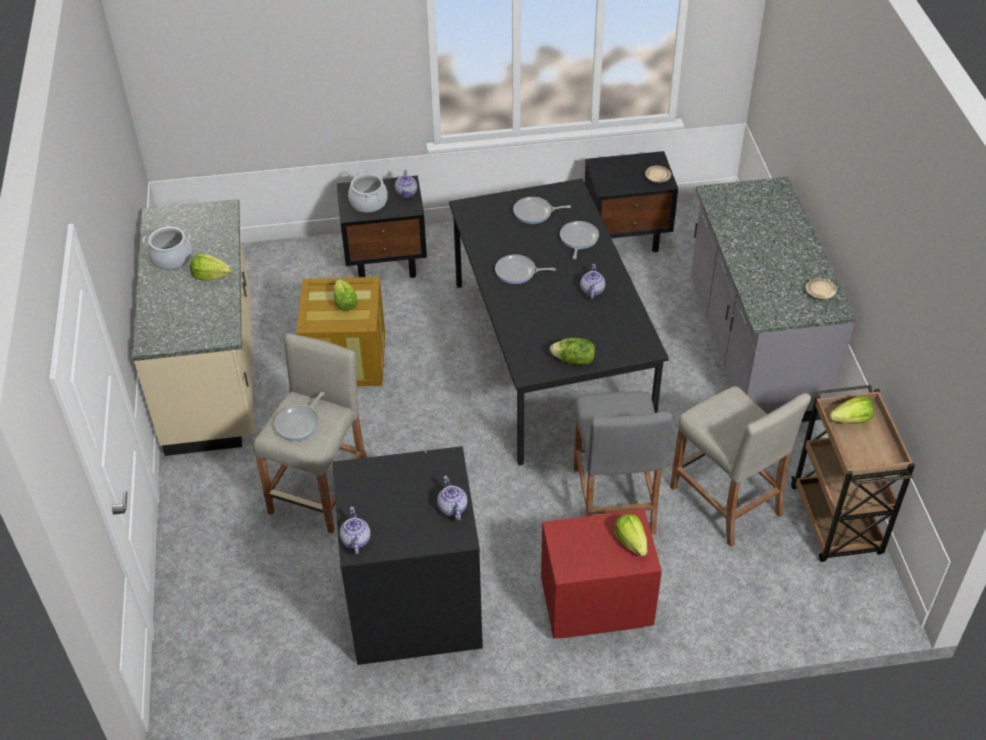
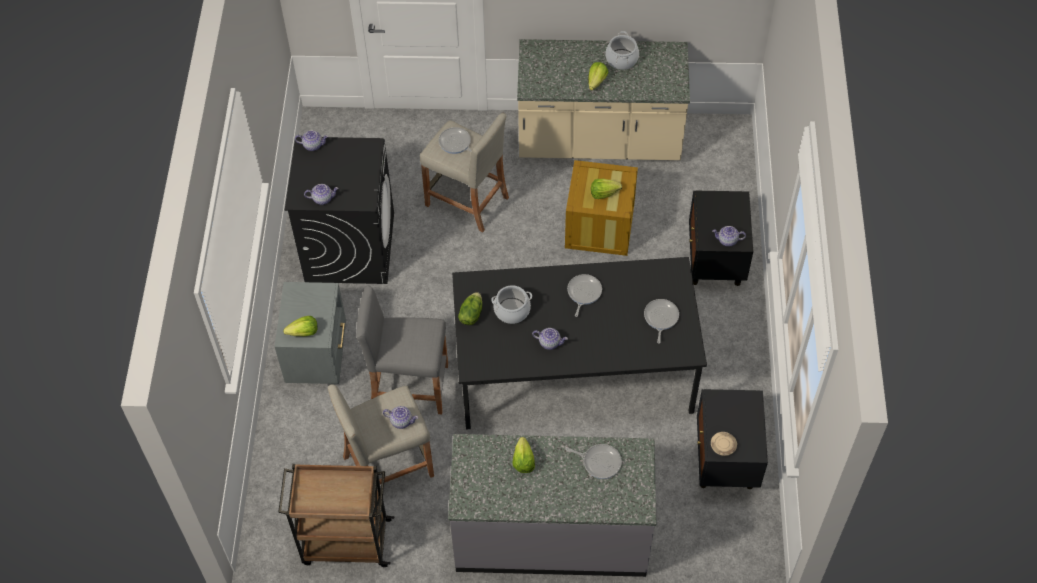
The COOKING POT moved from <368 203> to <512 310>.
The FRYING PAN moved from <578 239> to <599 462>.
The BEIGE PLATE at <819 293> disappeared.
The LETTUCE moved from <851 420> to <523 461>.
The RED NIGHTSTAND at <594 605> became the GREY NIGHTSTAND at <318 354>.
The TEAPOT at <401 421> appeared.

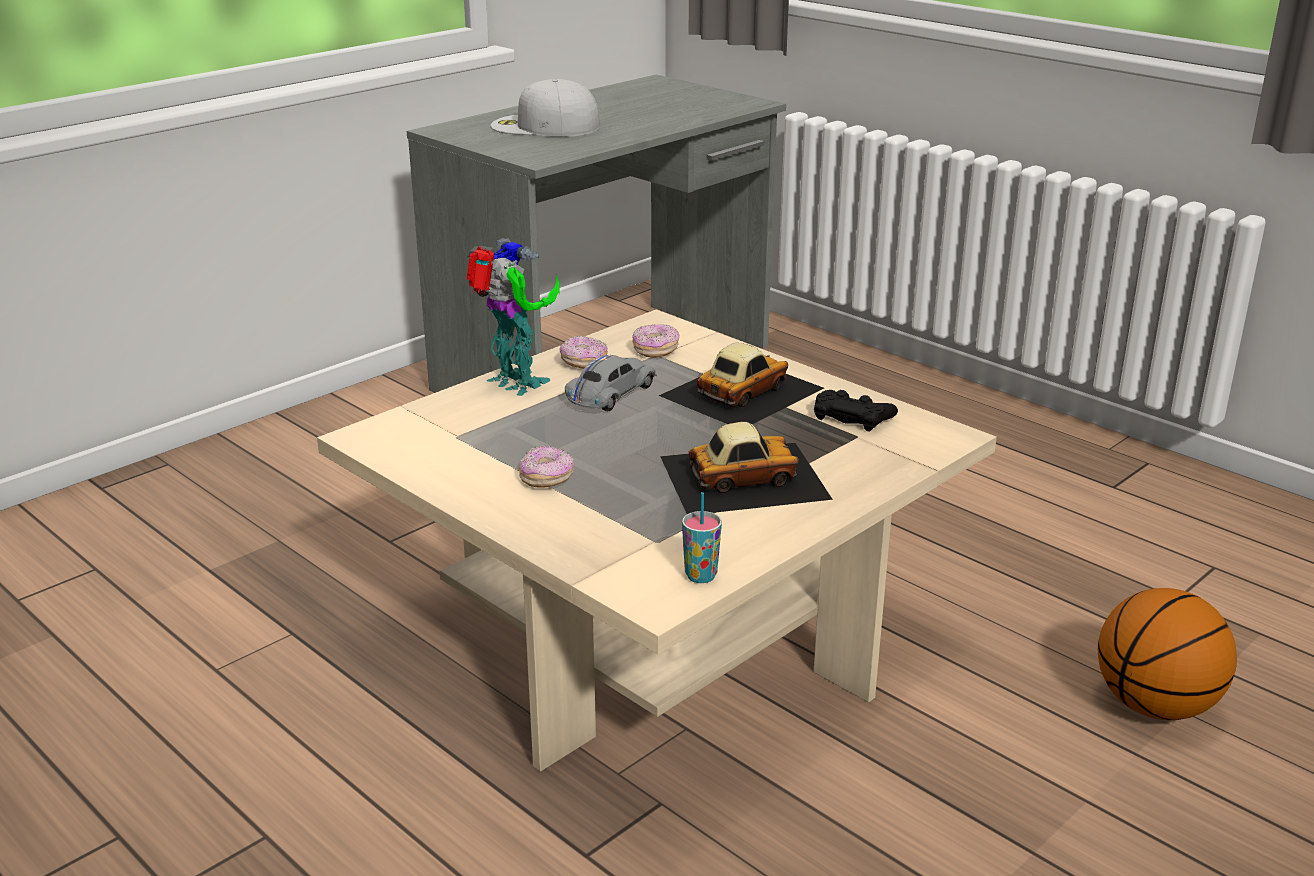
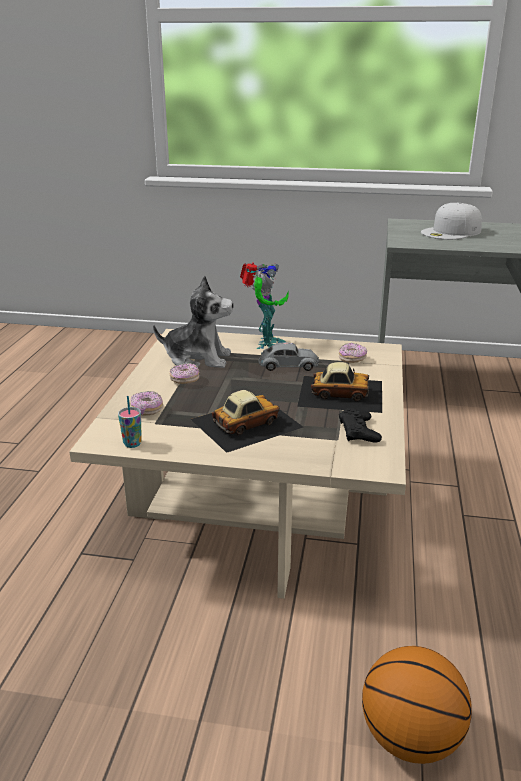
The WHITE CAP at <544 126> turned 105 degrees counterclockwise.
The DONUT moved from <584 363> to <147 410>.
The TOY CAR at <742 477> turned 75 degrees counterclockwise.
The PLUSH TOY at <198 359> appeared.

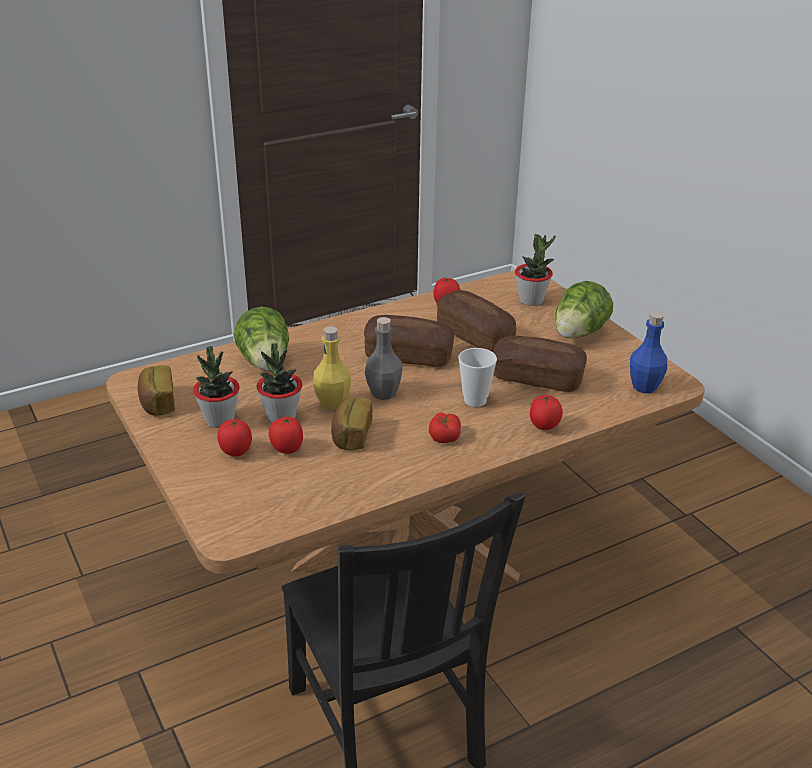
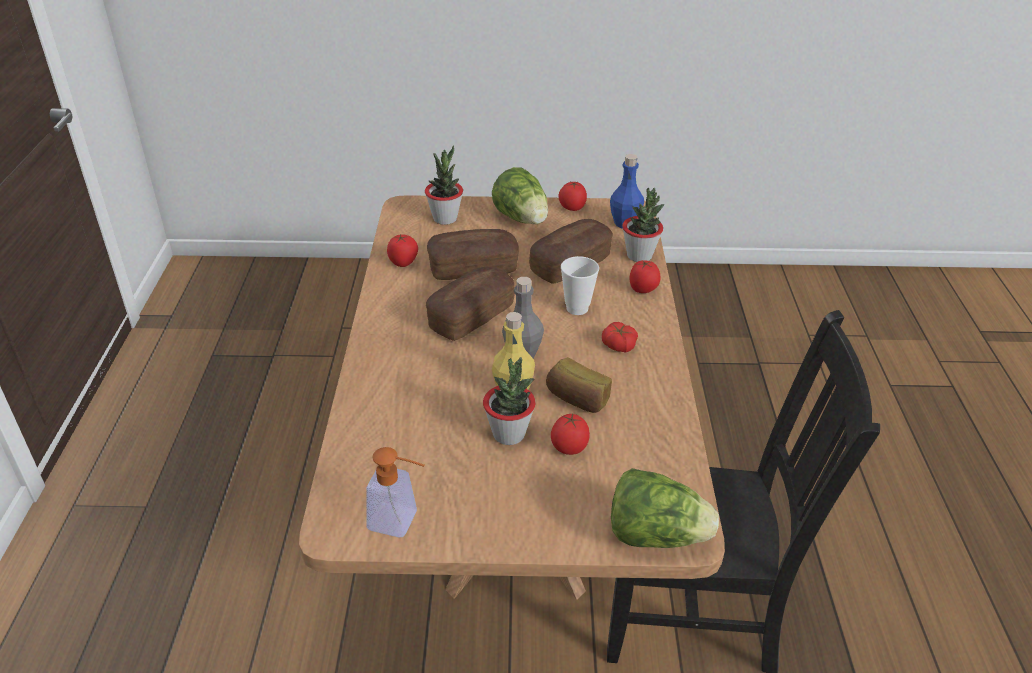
The LETTUCE moved from <265 363> to <655 535>.
The POTTED PLANT moved from <219 420> to <639 256>.
The BREAD at <157 402> was replaced by the SOAP DISPENSER at <401 522>.
The TOMATO moved from <235 451> to <571 208>.

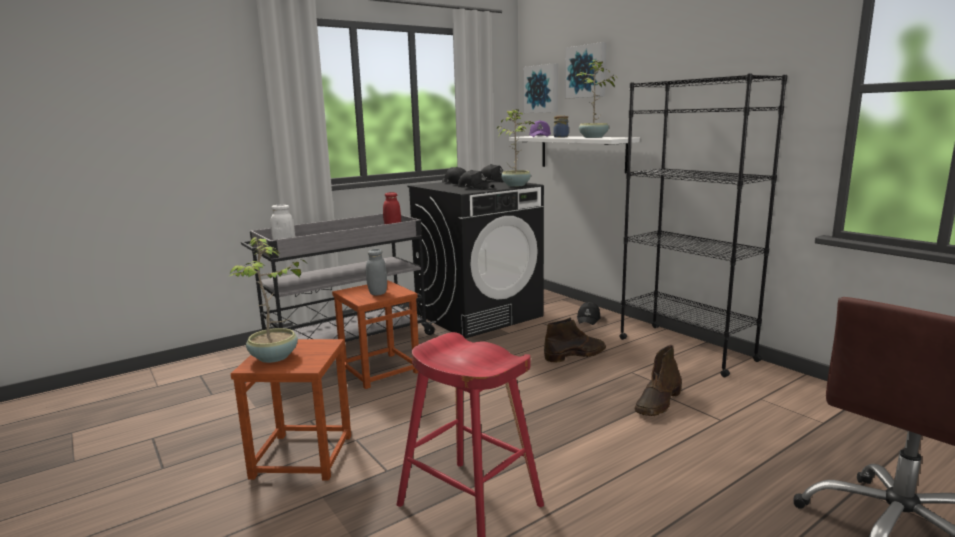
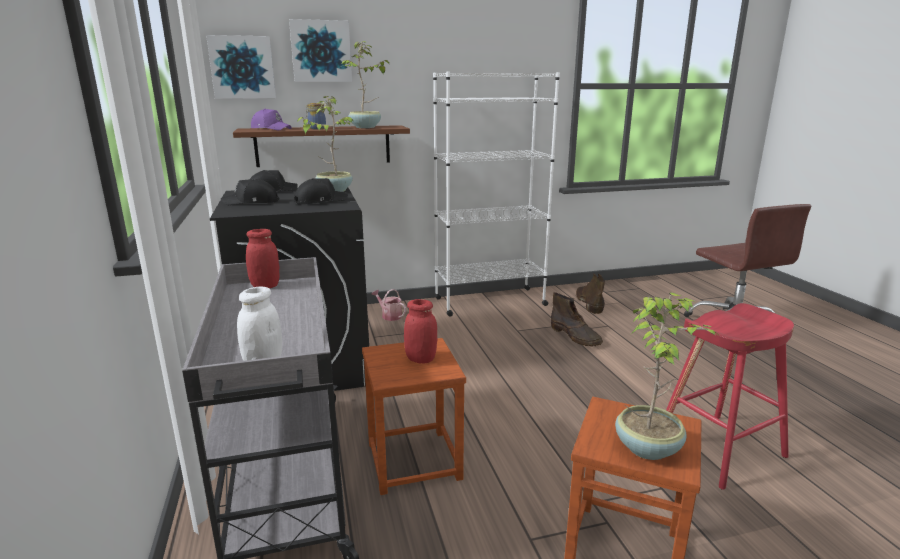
The BLACK BOOKCASE at <685 349> became the WHITE BOOKCASE at <489 302>.
The WHITE SHELF at <582 153> became the BROWN SHELF at <323 145>.
The GREY JAR at <377 293> became the RED JAR at <421 359>.
The BLACK CAP at <589 319> was replaced by the WATERING CAN at <389 316>.
The BROWN BOOT moved from <575 355> to <588 303>.

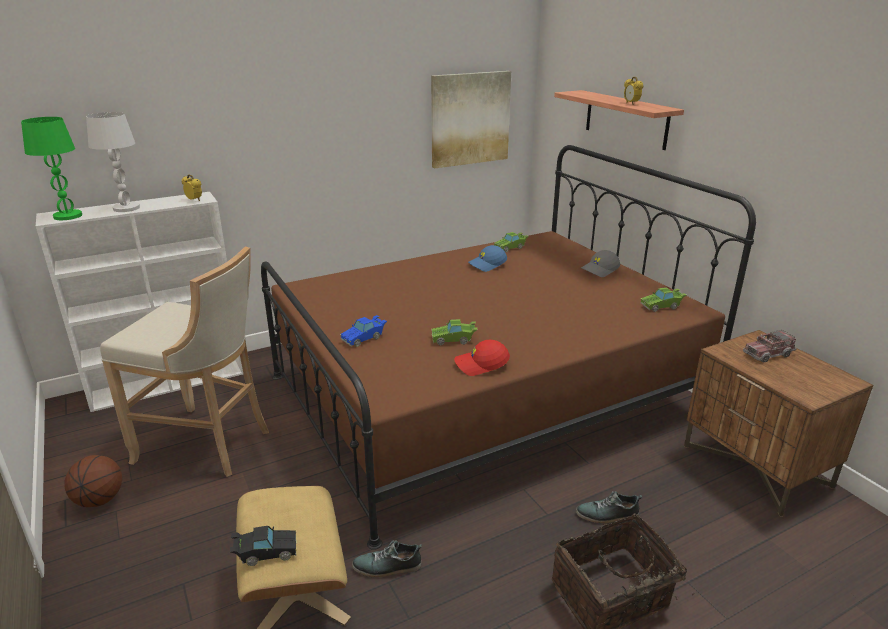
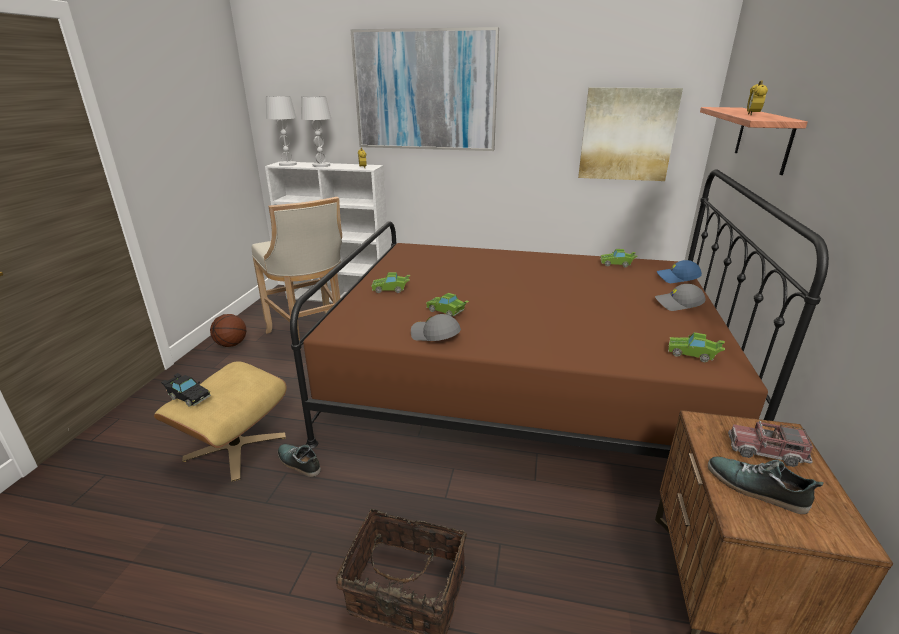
The GREEN TABLE LAMP at <68 216> became the WHITE TABLE LAMP at <288 164>.
The BLUE CAP moved from <487 265> to <677 278>.
The BLUE TOY CAR at <364 338> became the GREEN TOY CAR at <391 289>.
The RED CAP at <481 365> became the GREY CAP at <434 335>.
The SHOE moved from <607 515> to <755 488>.
The PICTURE at <425 91> appeared.

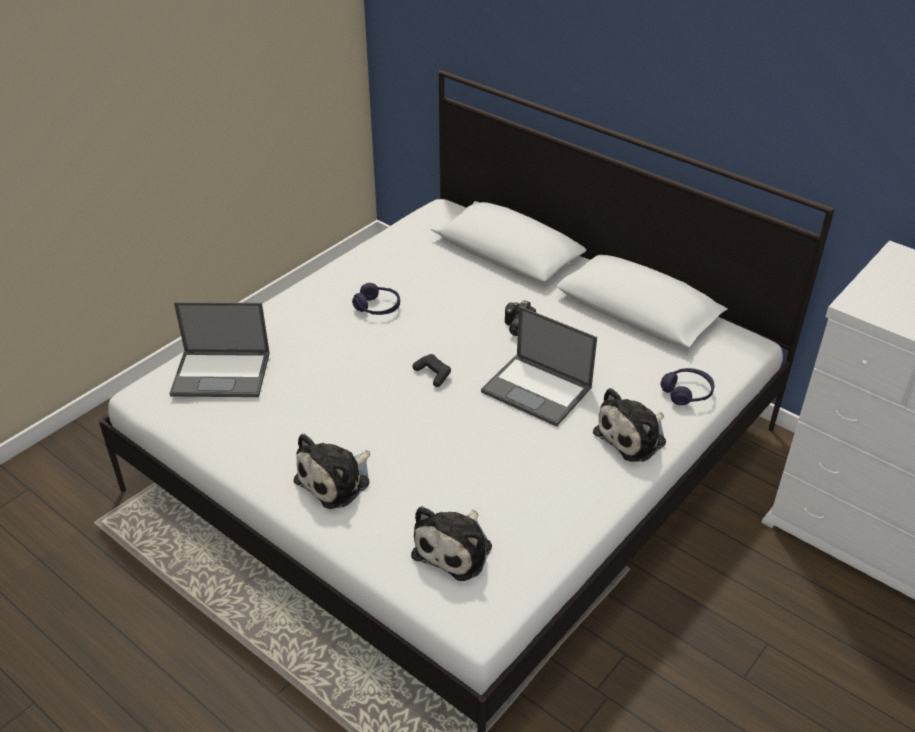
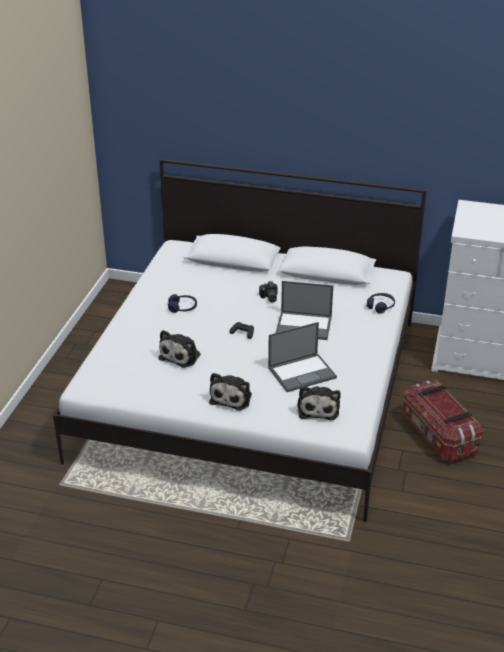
The LAPTOP moved from <222 373> to <302 372>.
The PLUSH TOY moved from <633 436> to <181 355>.
The STORAGE BOX at <437 435> appeared.

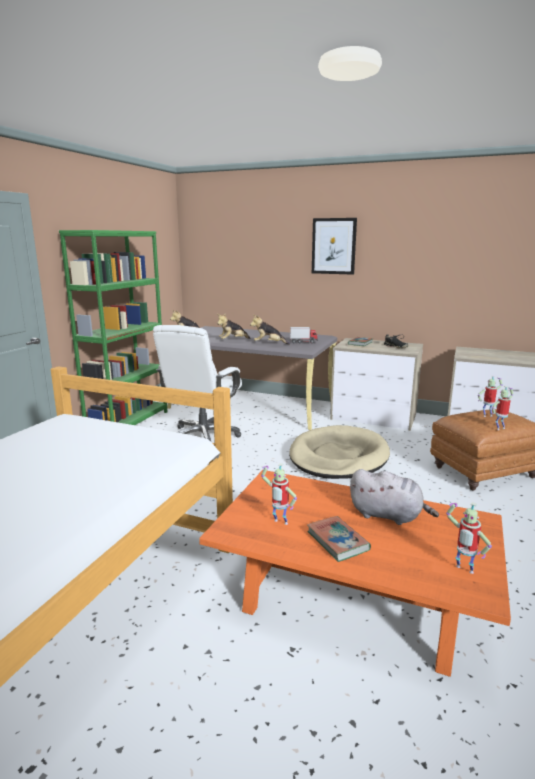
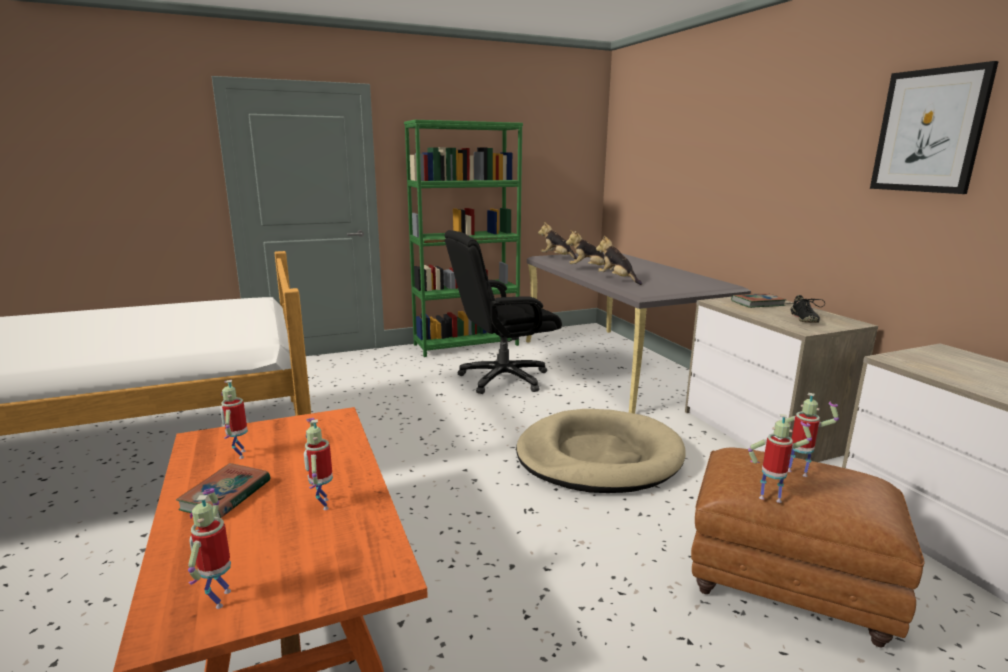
The PICTURE moved from <333 246> to <929 131>.
The WHITE OFFICE CHAIR at <203 436> became the BLACK OFFICE CHAIR at <502 378>.
The TOY TRUCK at <303 342> disappeared.
The GREY PLUSH TOY at <388 515> was replaced by the TOY ROBOT at <322 504>.

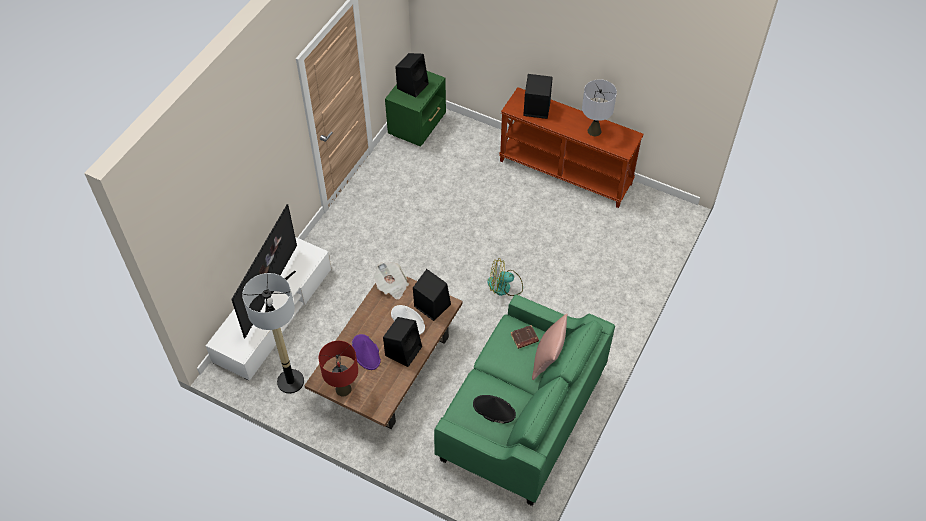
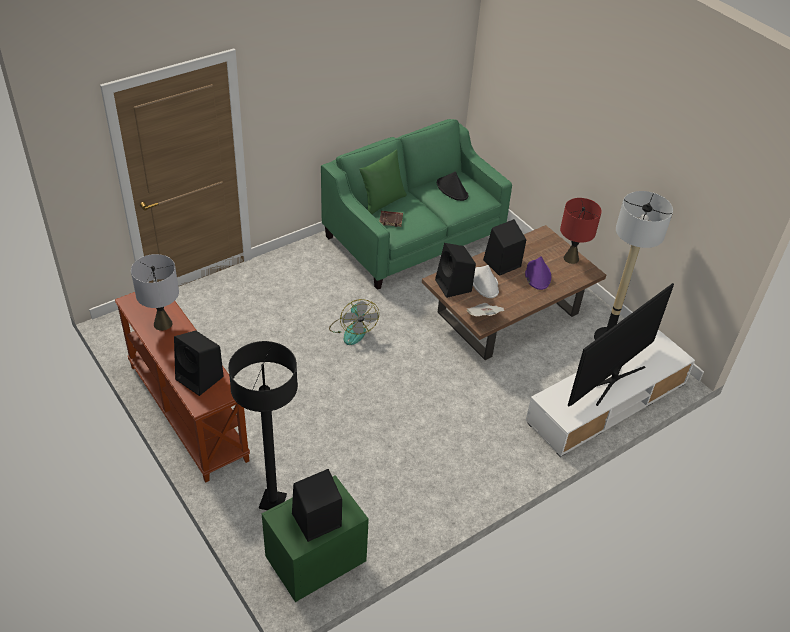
The FAN at <504 286> turned 45 degrees clockwise.
The PINK PILLOW at <548 360> became the GREEN PILLOW at <382 202>.
The BLACK FLOOR LAMP at <273 501> appeared.

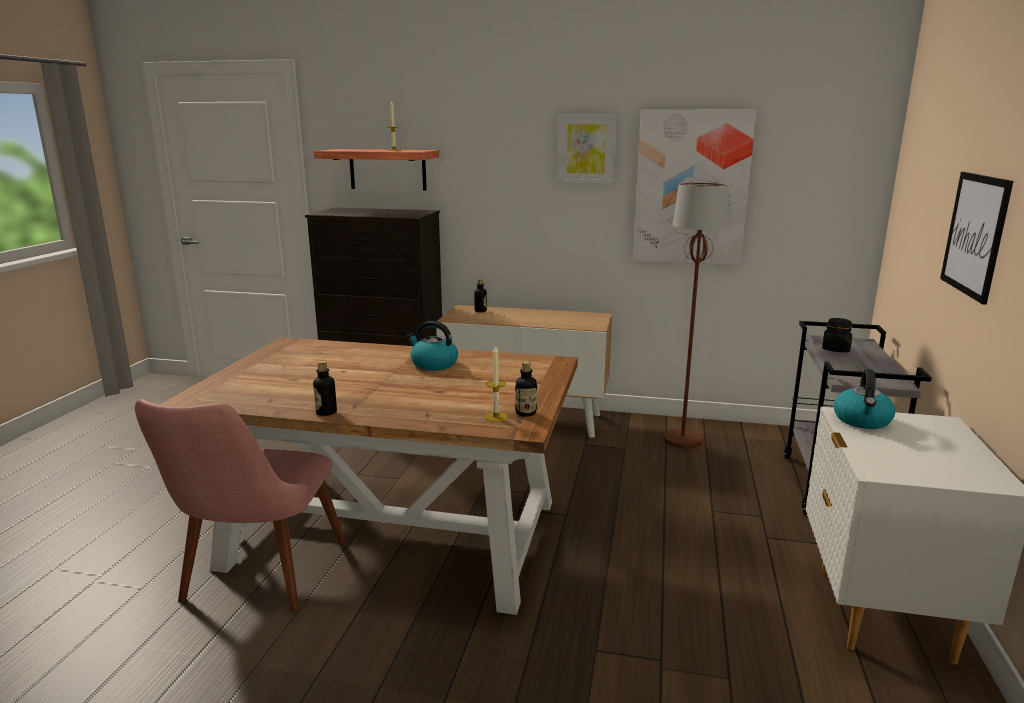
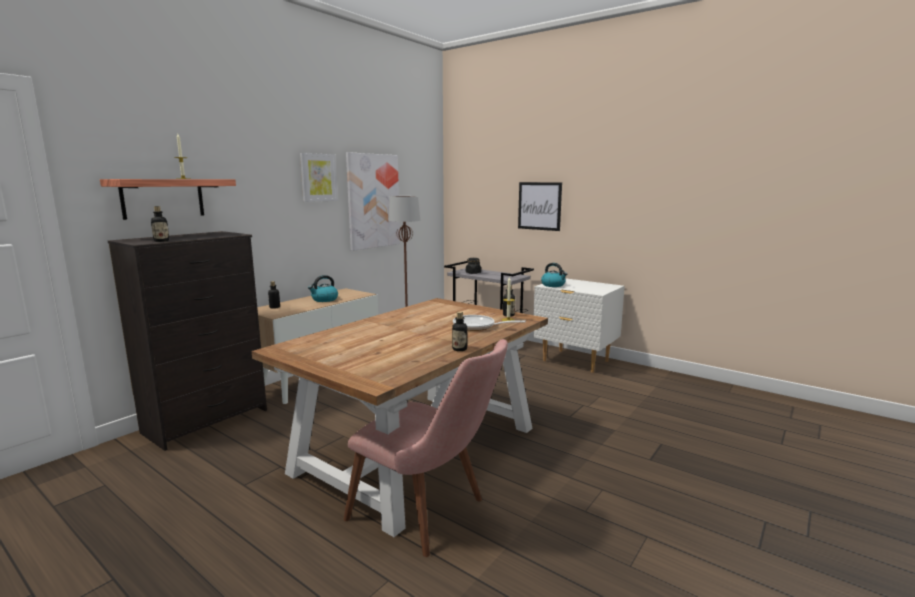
The KETTLE moved from <433 364> to <324 299>.
The BOTTLE at <161 241> appeared.
The FRYING PAN at <477 326> appeared.

